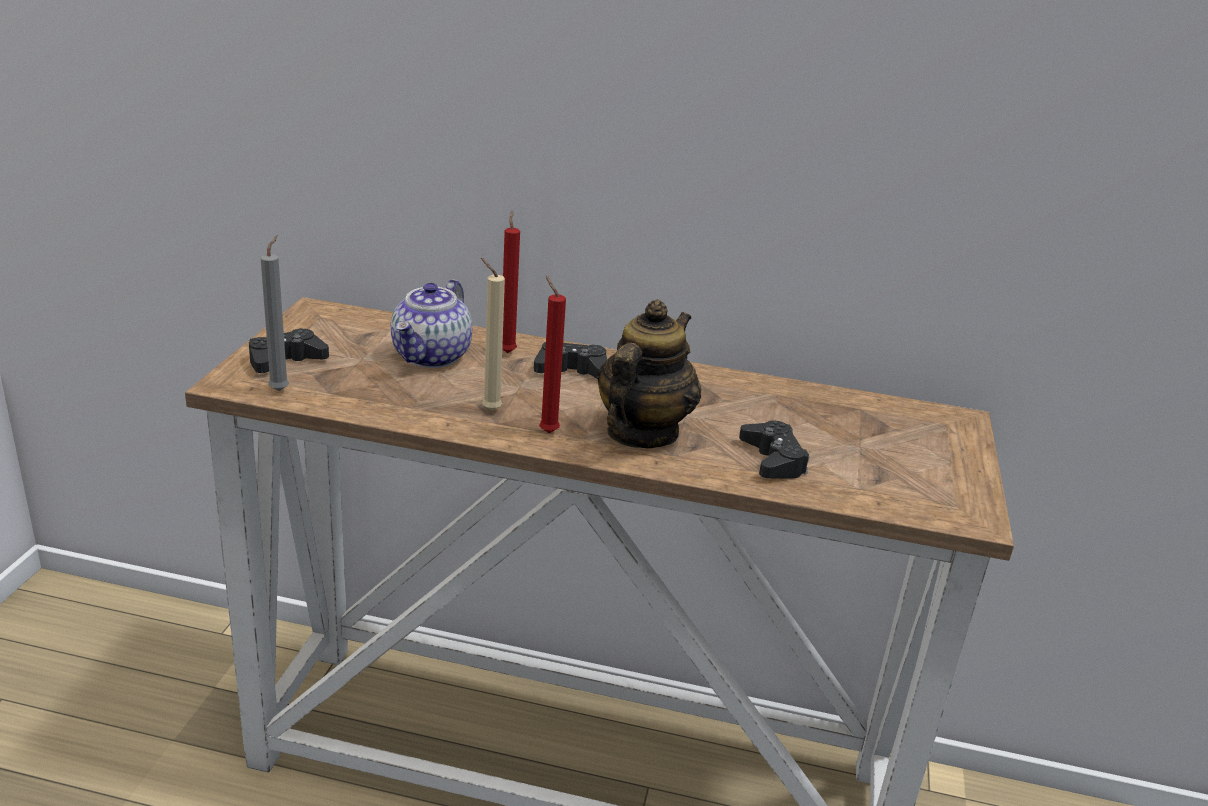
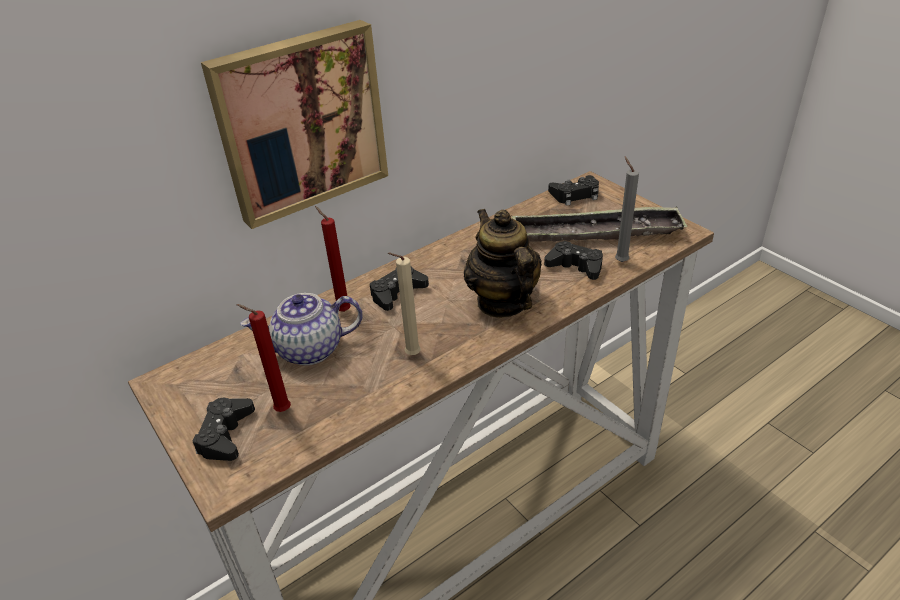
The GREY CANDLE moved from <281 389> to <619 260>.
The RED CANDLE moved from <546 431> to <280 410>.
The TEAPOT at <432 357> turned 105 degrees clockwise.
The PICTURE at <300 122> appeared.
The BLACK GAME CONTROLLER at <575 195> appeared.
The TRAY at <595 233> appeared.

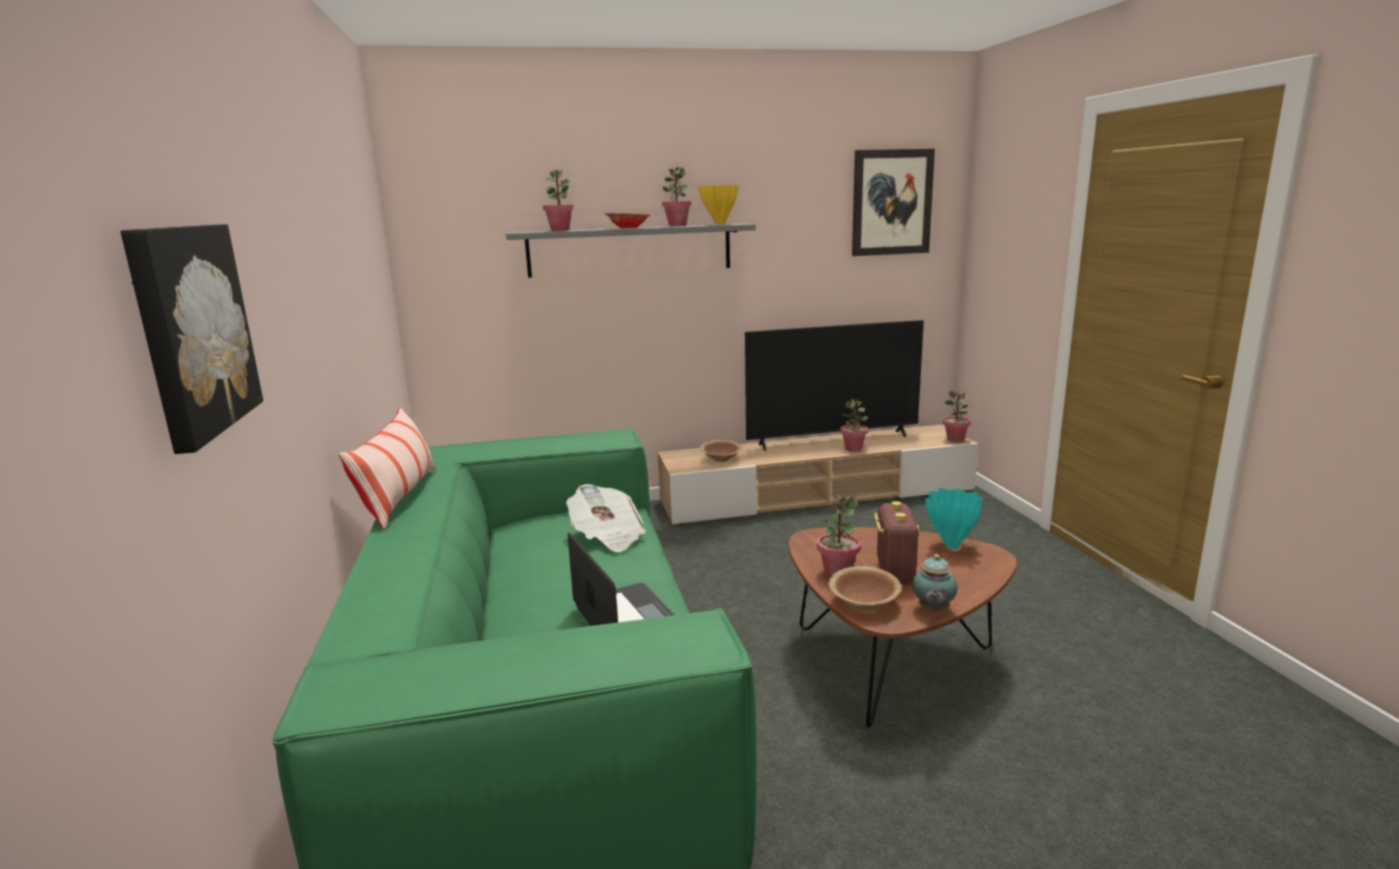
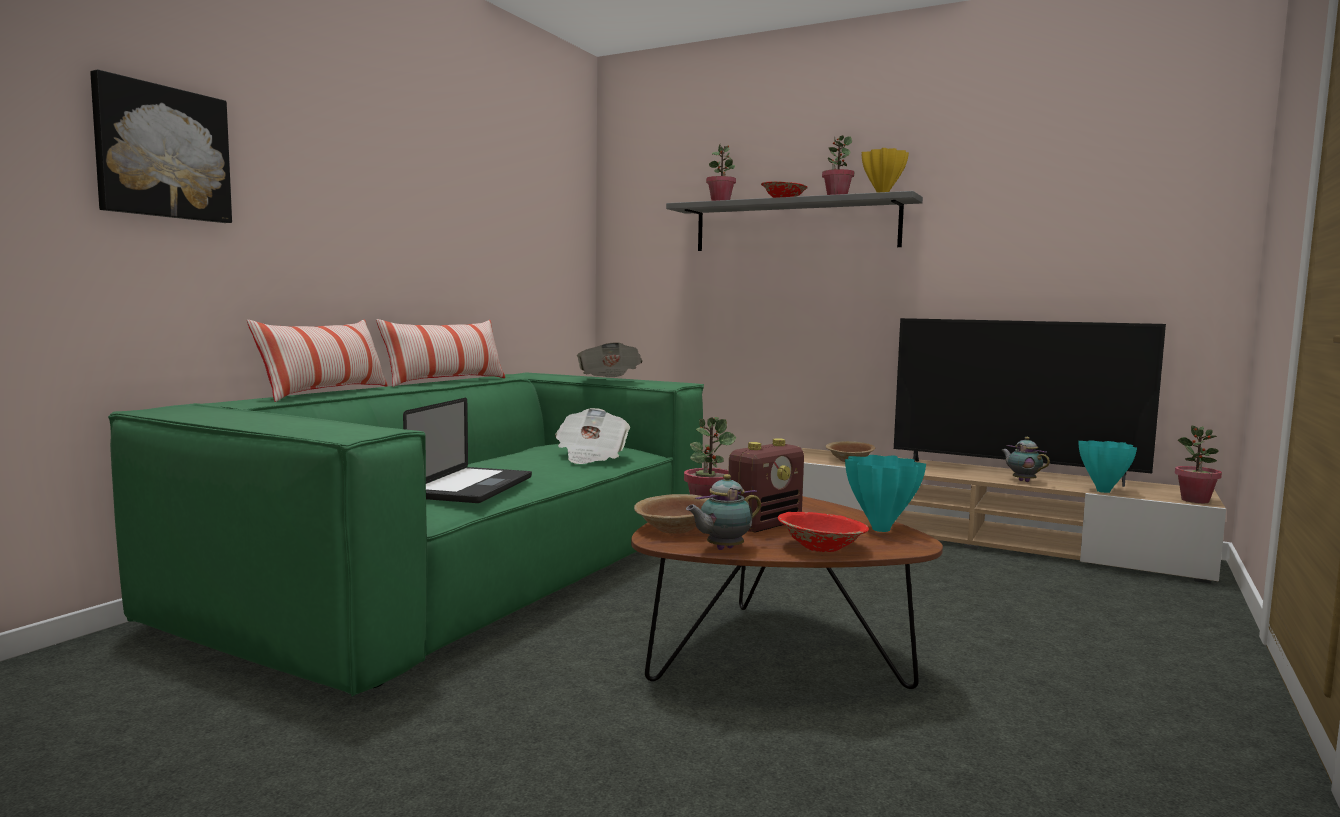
The PICTURE at <891 202> disappeared.
The POTTED PLANT at <853 448> was replaced by the TEAPOT at <1022 481>.
The PILLOW at <326 393> appeared.
The NEWSPAPER at <609 380> appeared.
The TURQUOISE VASE at <1102 491> appeared.
The RED BOWL at <821 548> appeared.

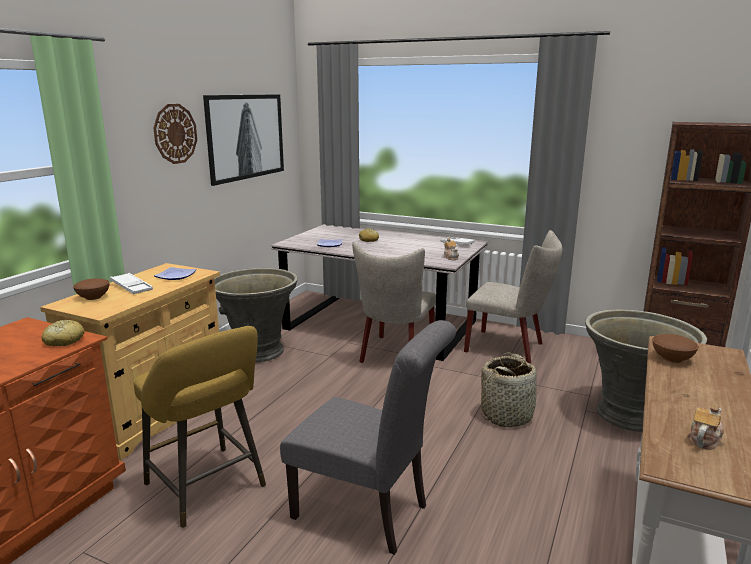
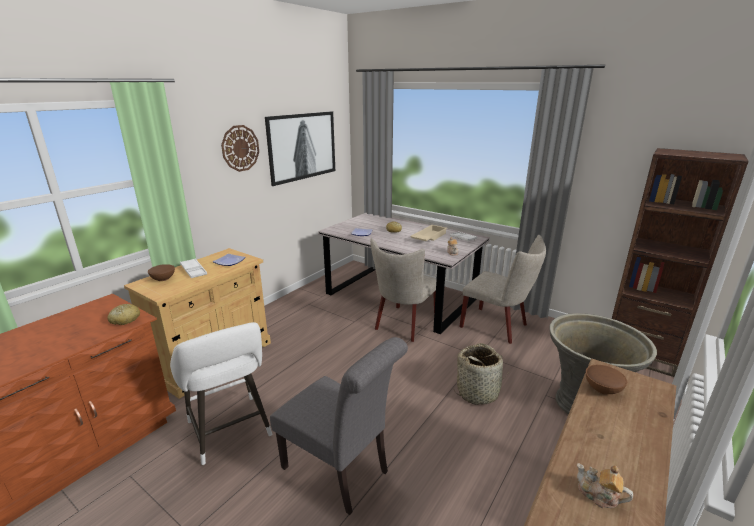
The GREY PLANTER at <258 352> disappeared.
The YELLOW STOOL at <208 489> became the WHITE STOOL at <231 432>.
The TEAPOT at <704 439> turned 105 degrees counterclockwise.
The BEIGE TRAY at <428 237> appeared.

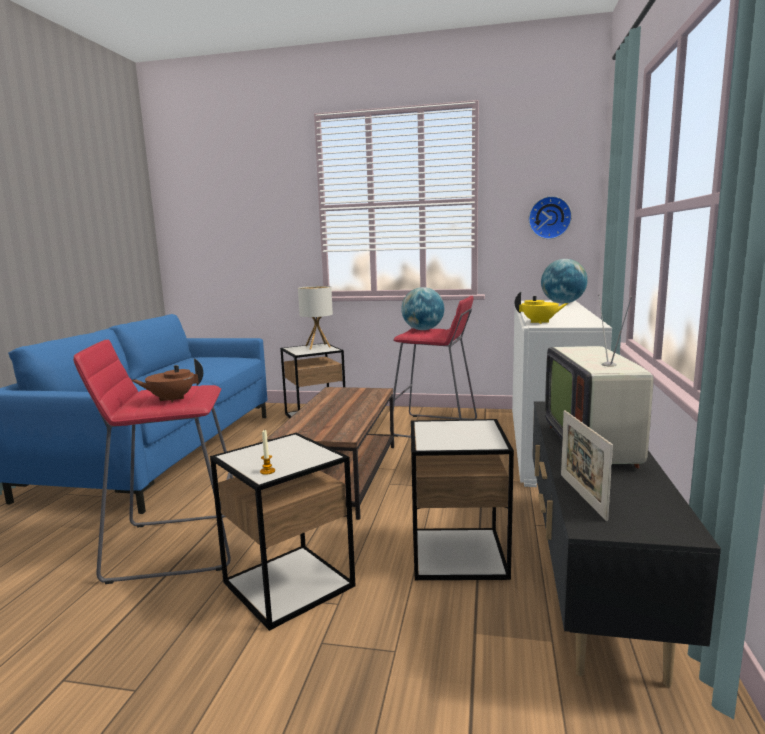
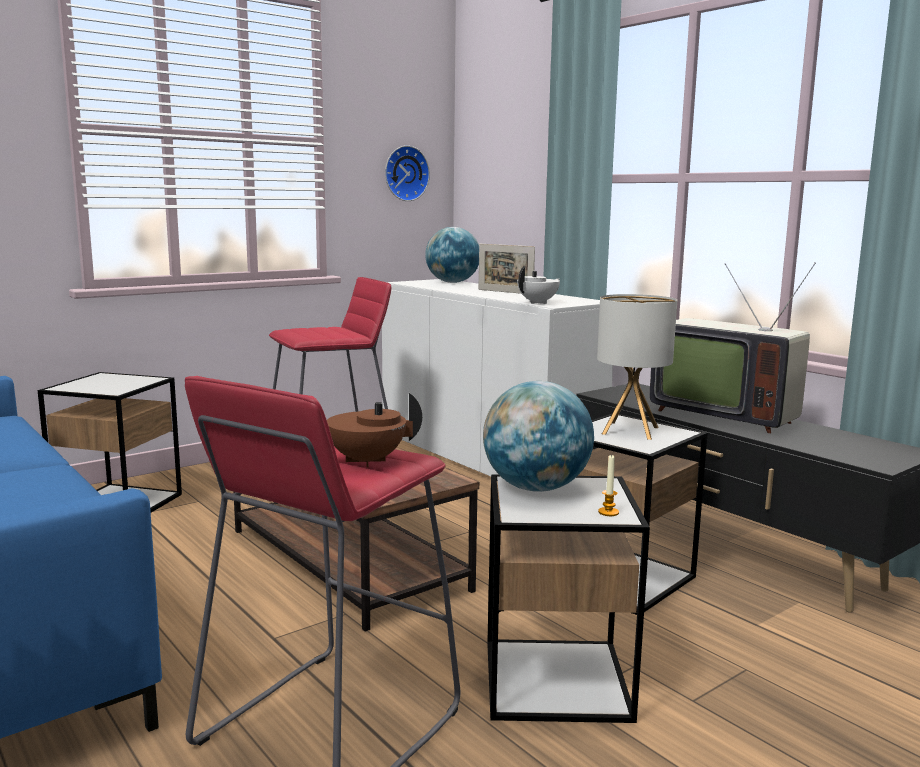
The TABLE LAMP moved from <317 346> to <630 430>.
The GLOBE moved from <423 330> to <535 488>.
The YELLOW TEAPOT at <540 322> became the WHITE TEAPOT at <538 302>.
The BROWN TEAPOT at <171 399> turned 60 degrees clockwise.
The PICTURE FRAME moved from <582 496> to <505 292>.

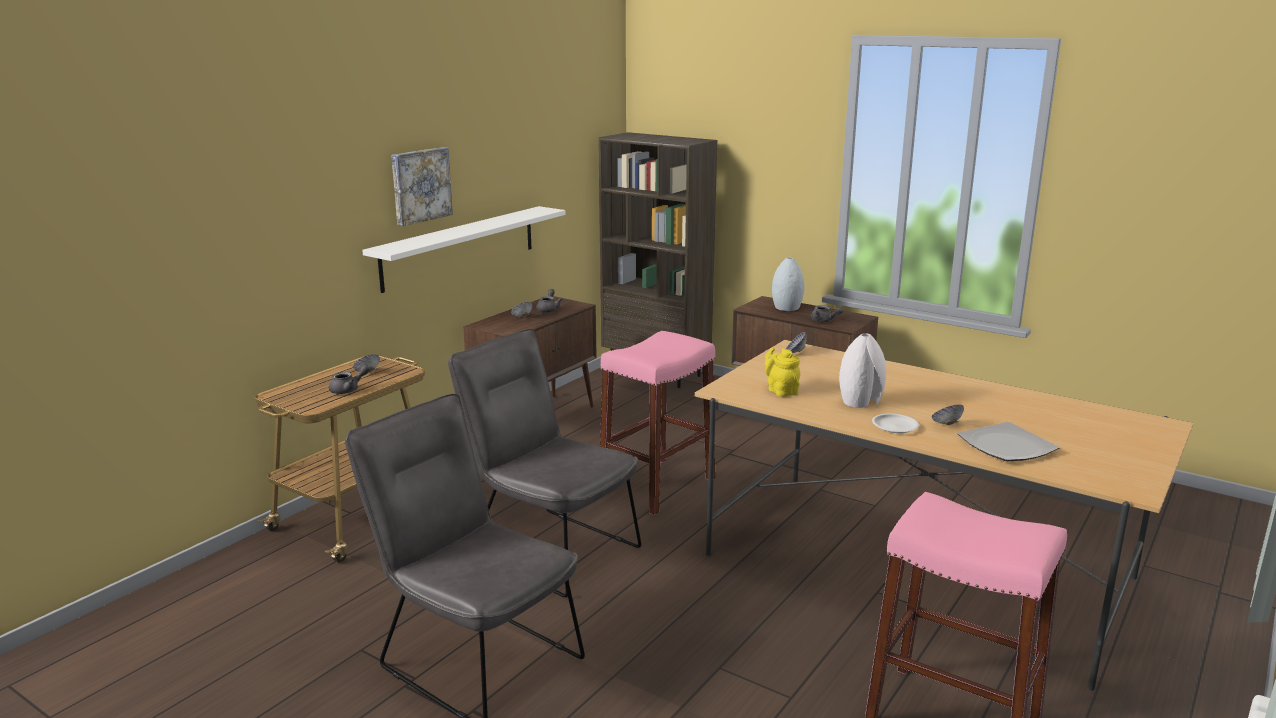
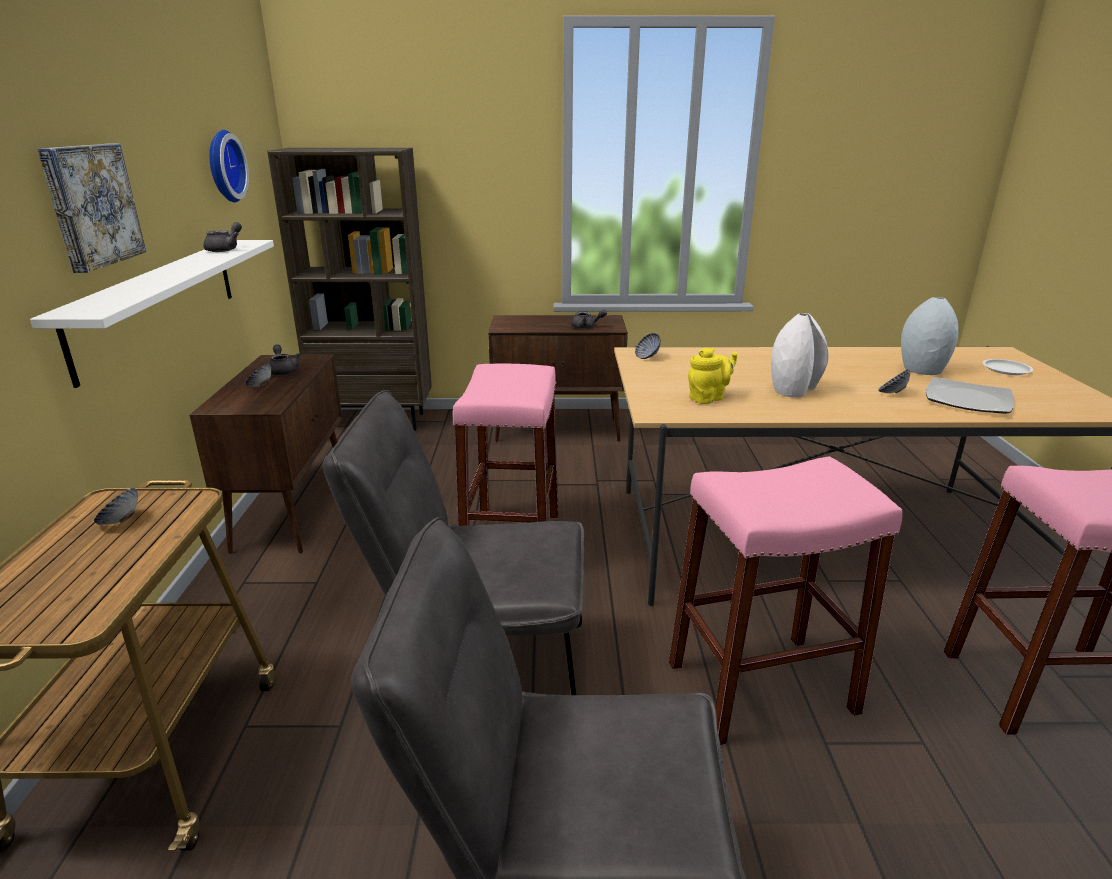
The GREY VASE moved from <786 308> to <922 370>.
The YELLOW TEAPOT at <781 390> turned 120 degrees clockwise.
The GREY TEAPOT moved from <348 390> to <225 249>.
The WHITE PLATE moved from <894 426> to <1006 370>.
The WALL CLOCK at <223 166> appeared.
The PINK STOOL at <760 687> appeared.

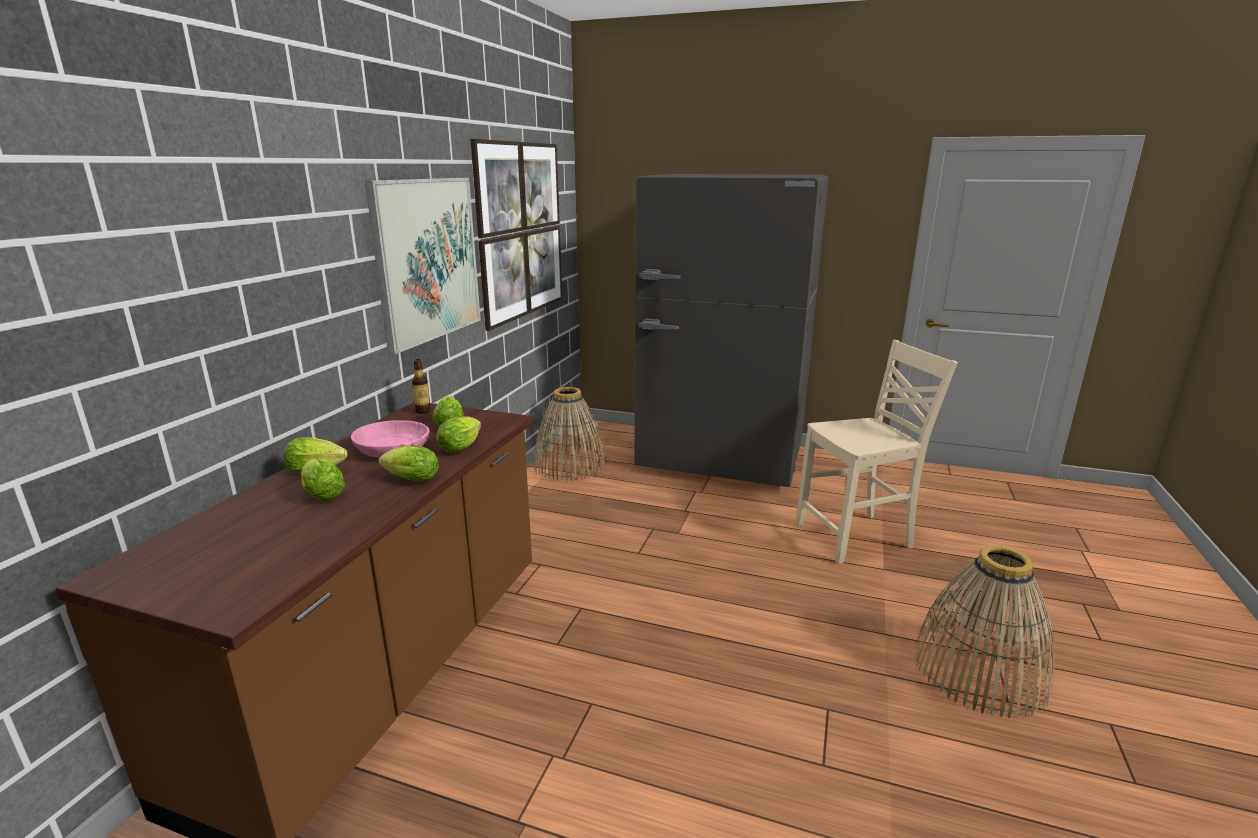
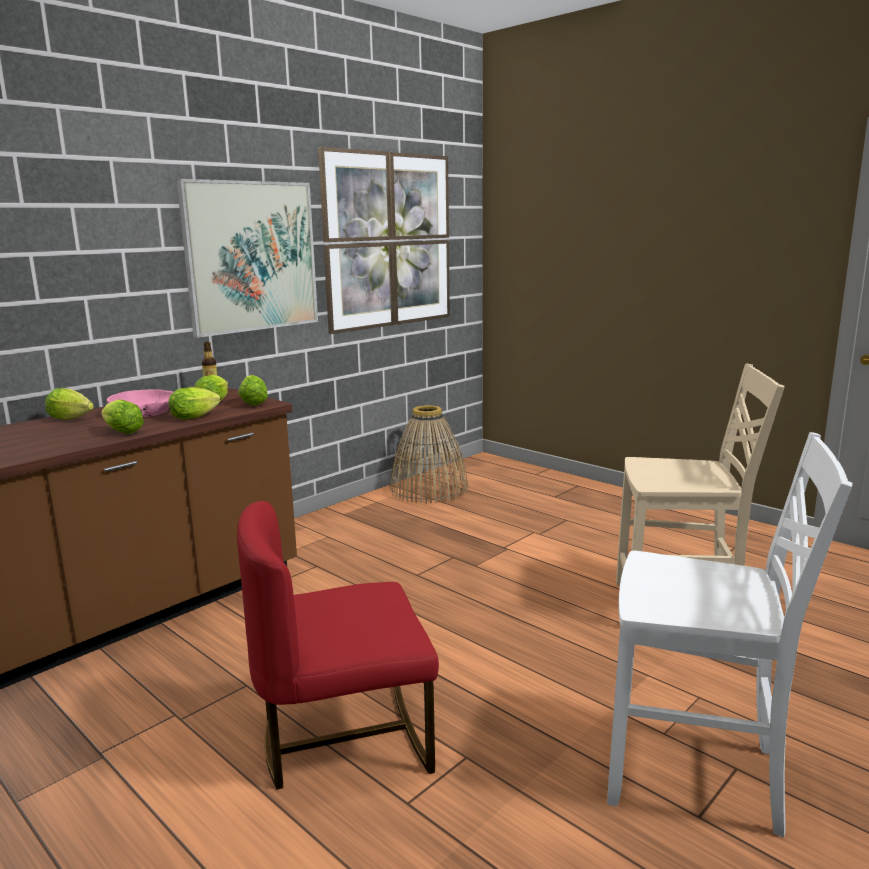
The GREY FRIDGE at <720 460> disappeared.
The LETTUCE moved from <322 494> to <253 403>.
The BASKET at <979 670> was replaced by the WHITE CHAIR at <696 775>.
The RED CHAIR at <344 738> appeared.

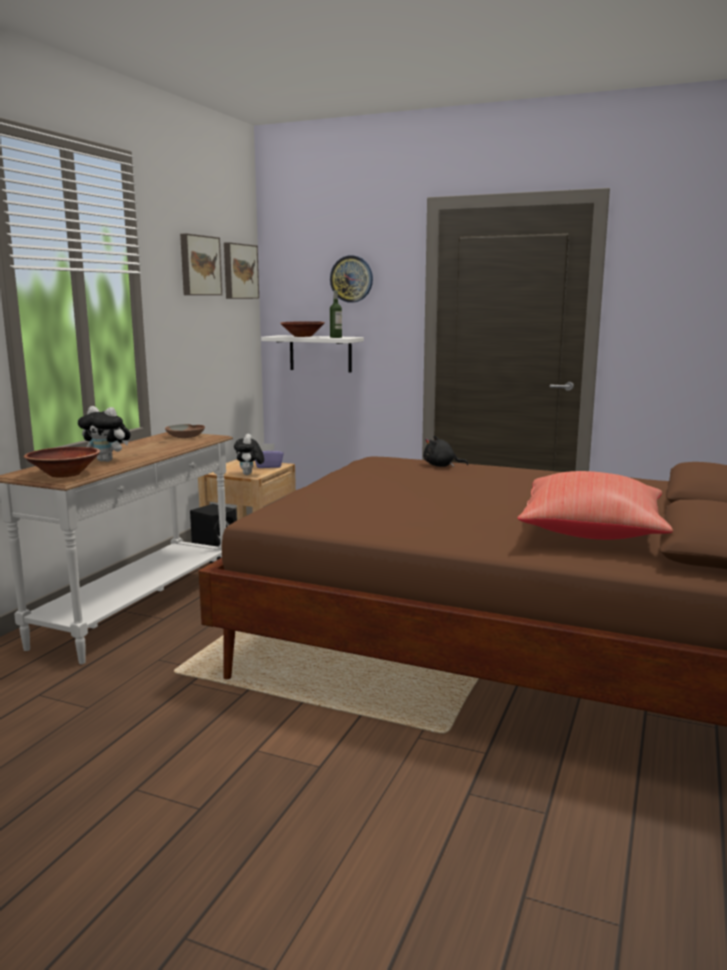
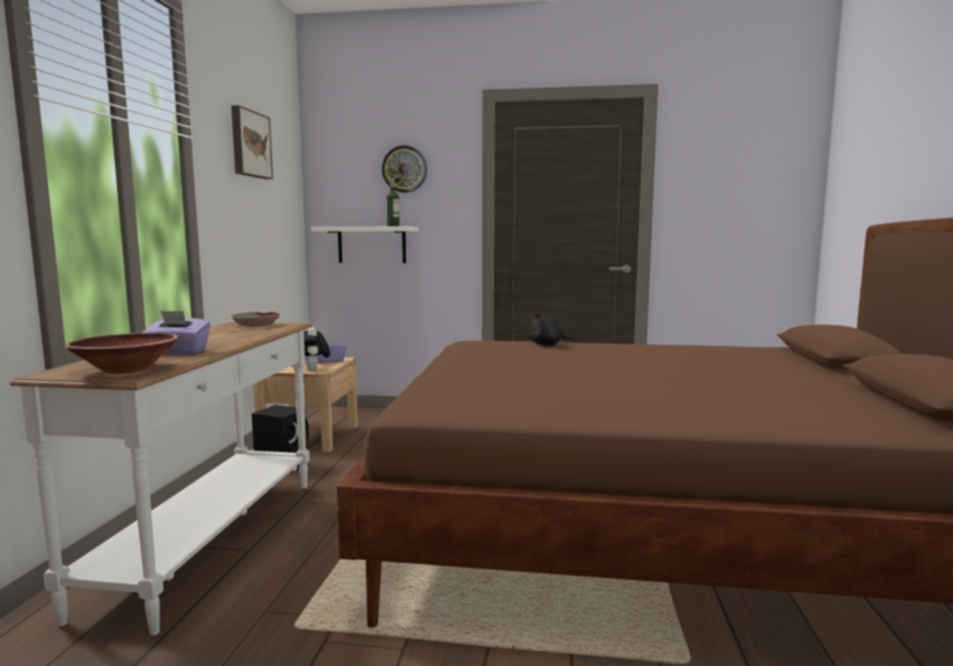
The PICTURE at <239 271> disappeared.
The BROWN BOWL at <303 336> disappeared.
The PLUSH TOY at <108 460> was replaced by the PURPLE TISSUE BOX at <178 352>.
The RED PILLOW at <592 533> disappeared.

